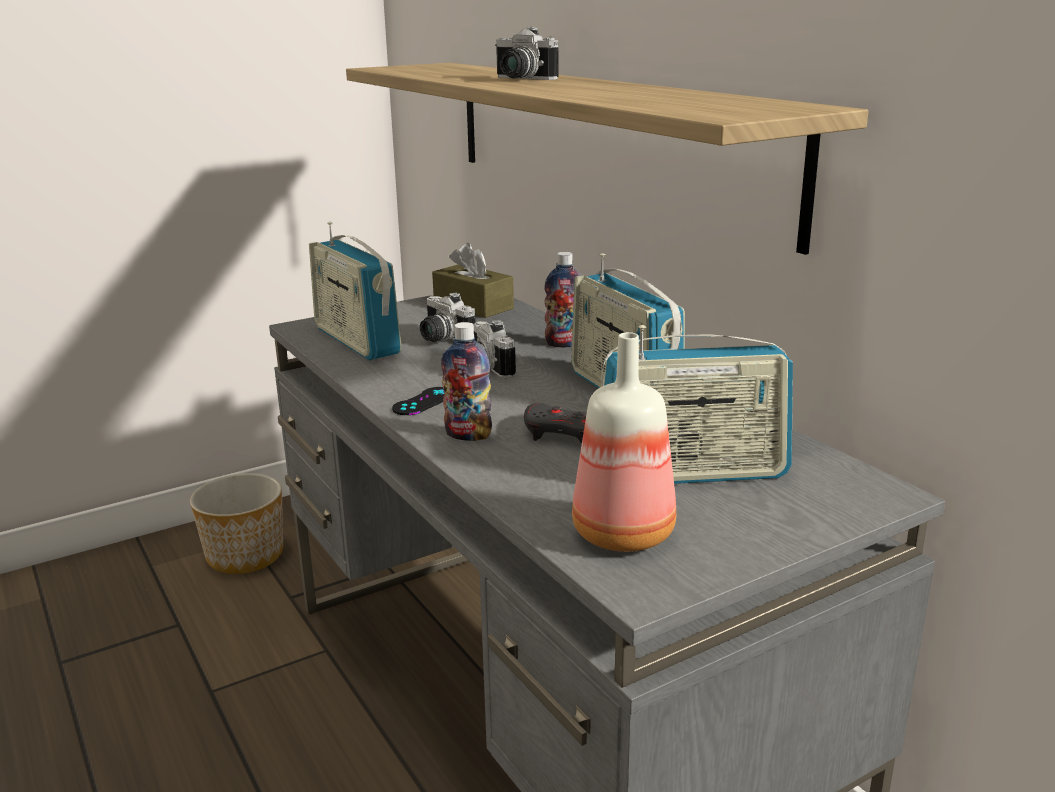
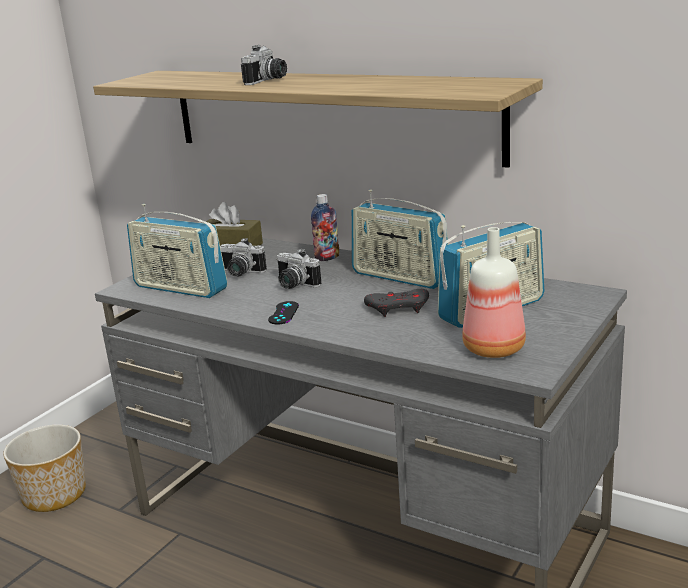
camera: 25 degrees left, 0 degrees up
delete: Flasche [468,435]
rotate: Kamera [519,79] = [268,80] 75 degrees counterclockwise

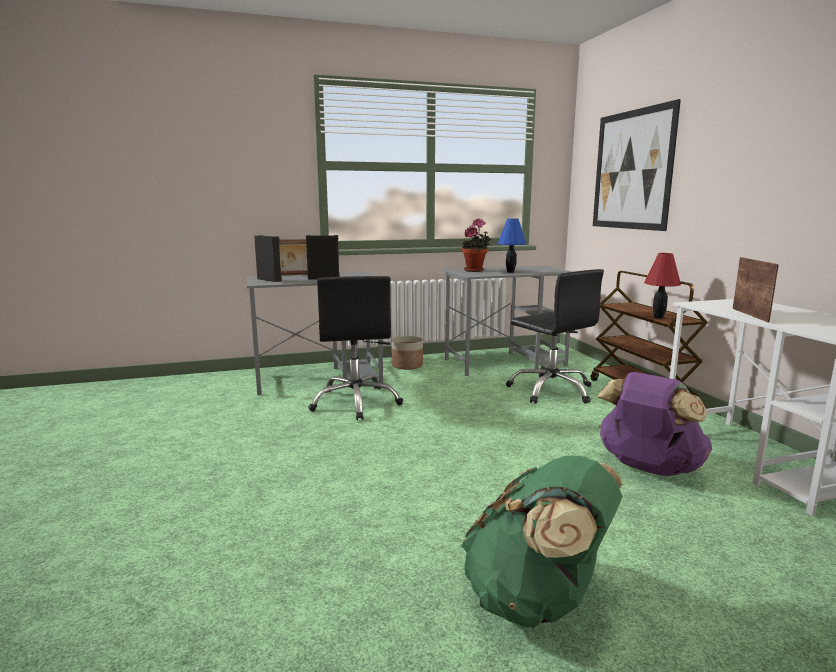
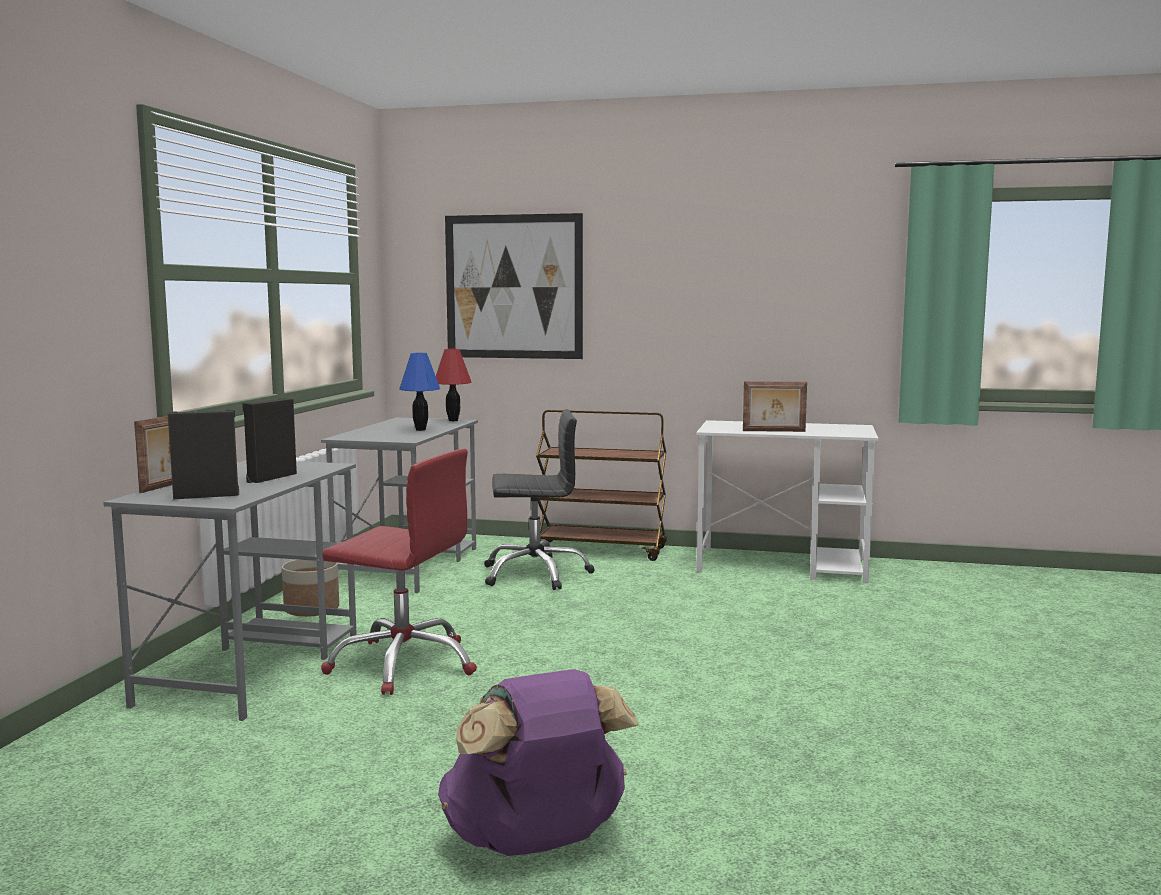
camera: 60 degrees left, 5 degrees down
delete: Topfpflanze [475,270]; Rucksack [grün] [537,600]
move: Tischlampe [rot] [658,317] to [453,420]; Rucksack [lila] [647,468] to [536,843]
recolor: Bürostuhl [schwarz] [356,402] to Bürostuhl [rot] [404,664]
rotate: Bilderrahmen [751,315] = [774,431] 150 degrees clockwise

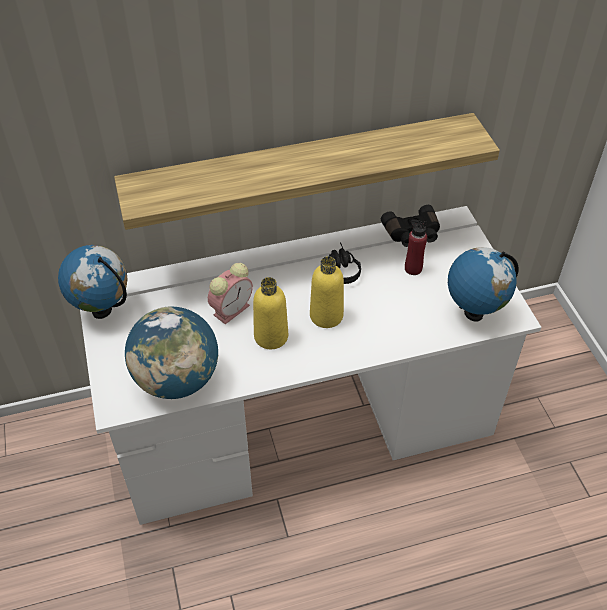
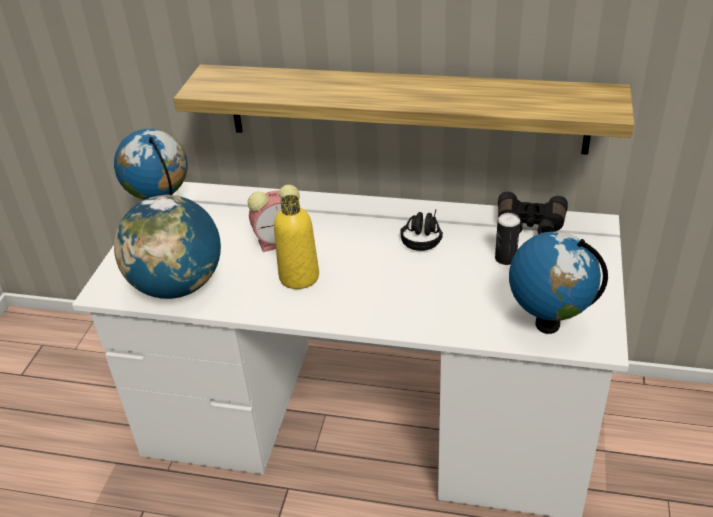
camera: 30 degrees right, 10 degrees down
delete: Flasche [gelb] [326,316]
replace: Flasche [rot] [413,268] to Dose [505,258]

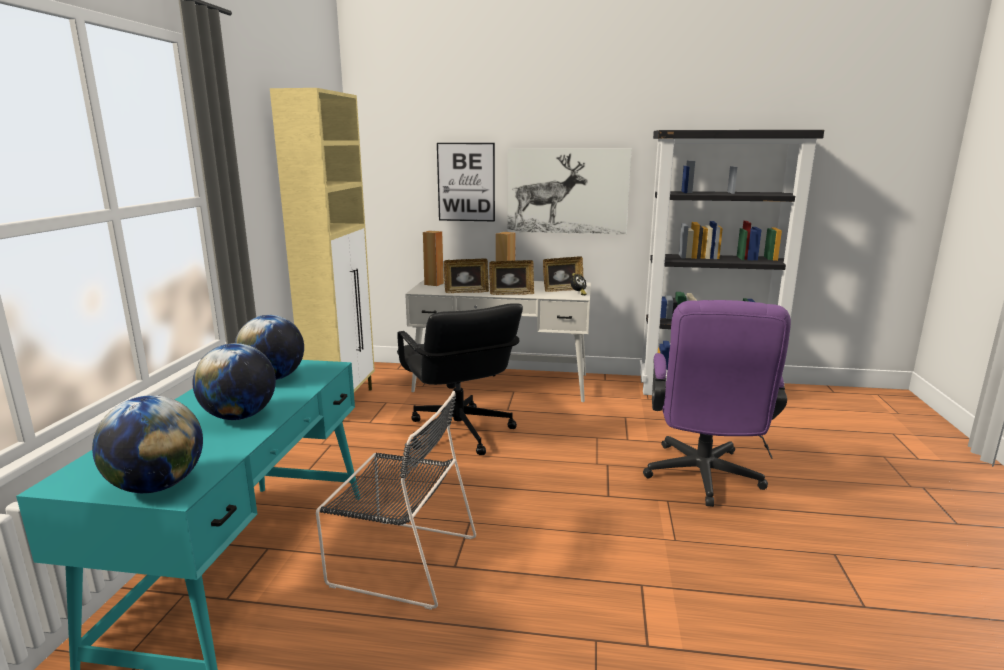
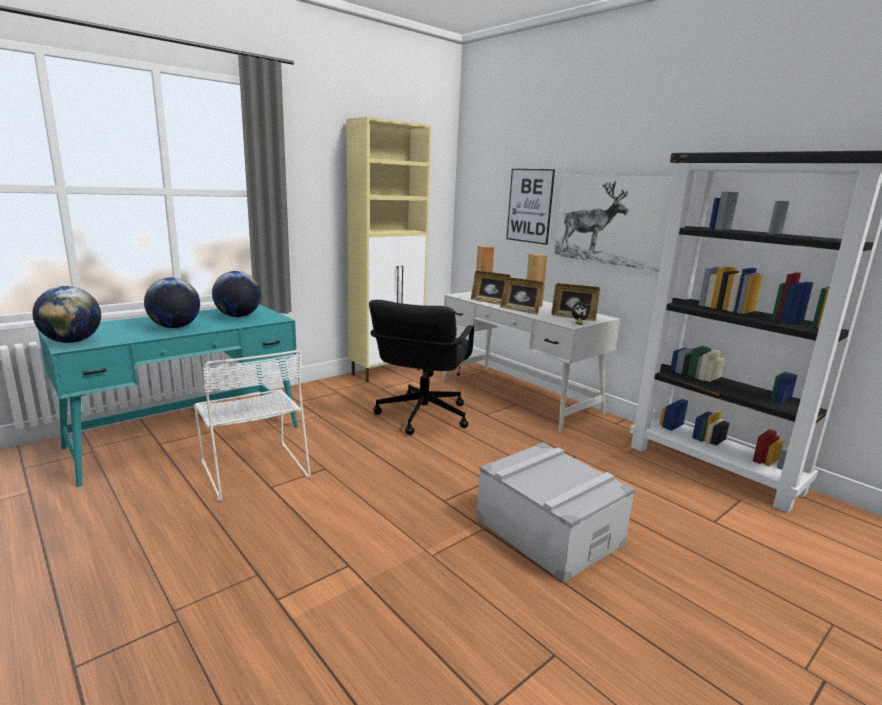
camera: 40 degrees right, 0 degrees up
replace: Bürostuhl [lila] [703,480] to Aufbewahrungsbox [grau] [548,531]
recolor: Stuhl [schwarz] [399,559] to Stuhl [weiß] [253,468]

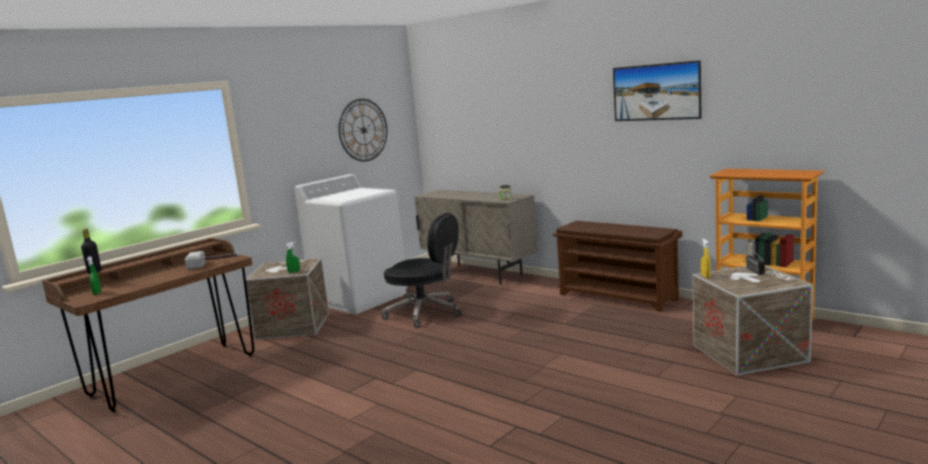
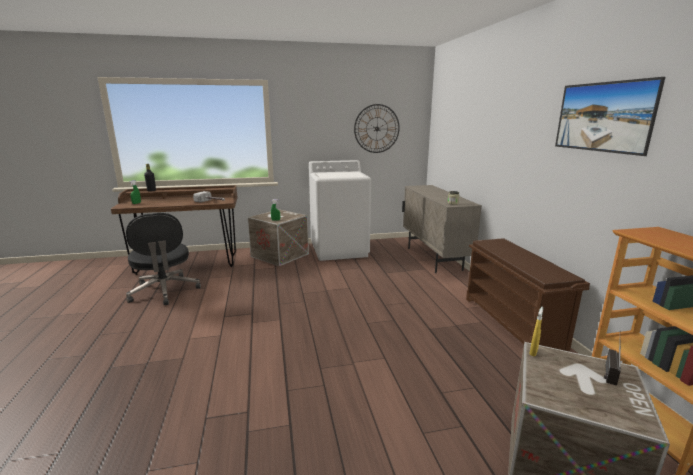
camera: 35 degrees right, 5 degrees up
move: Bürostuhl [schwarz] [425,313] to [164,291]

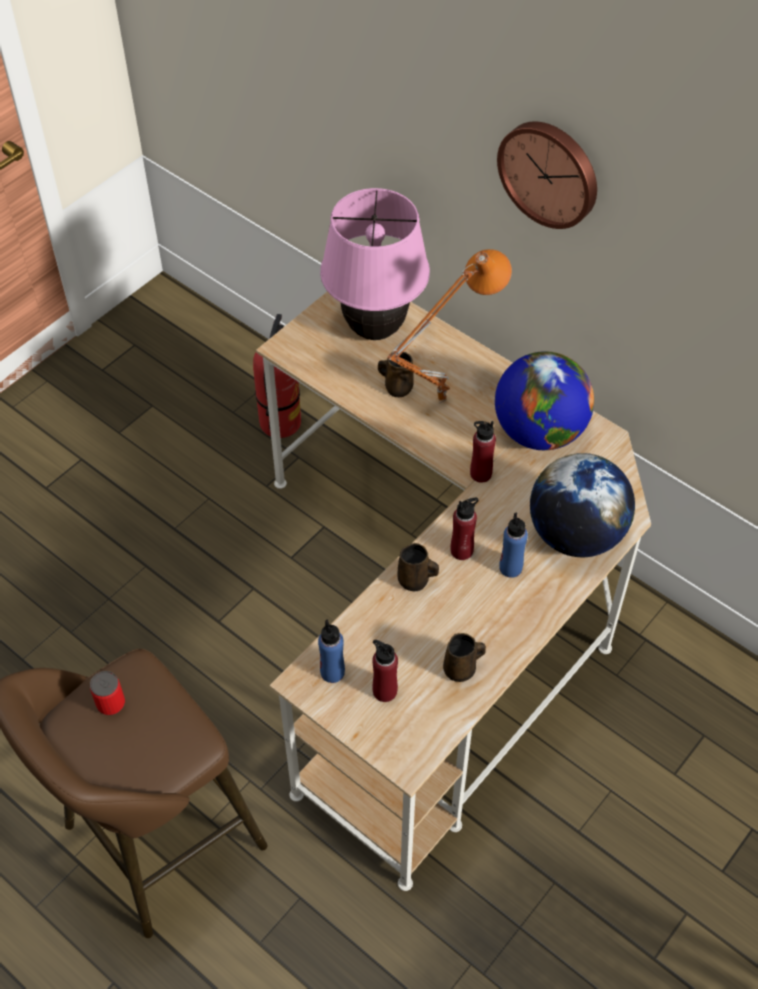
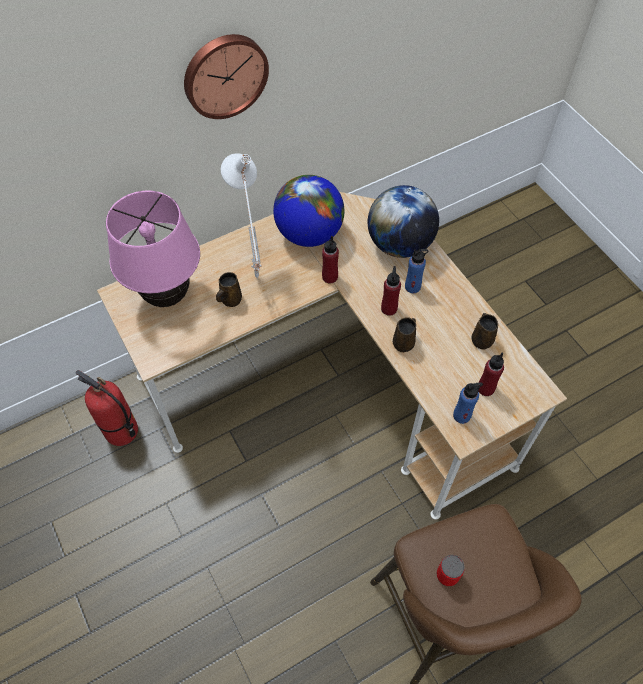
camera: 70 degrees left, 5 degrees up
recolor: Tischlampe [orange] [440,399] to Tischlampe [weiß] [254,278]

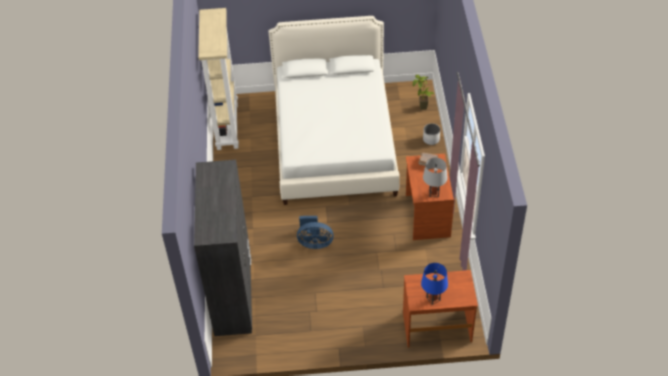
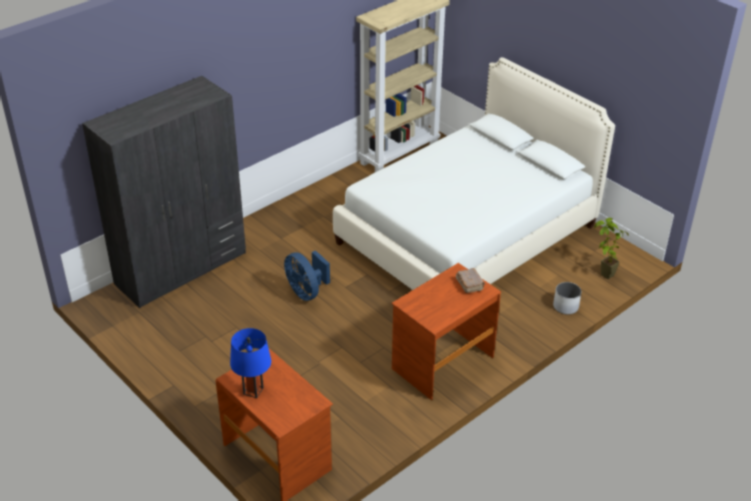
camera: 50 degrees right, 10 degrees down
delete: Tischlampe [grau] [434,193]

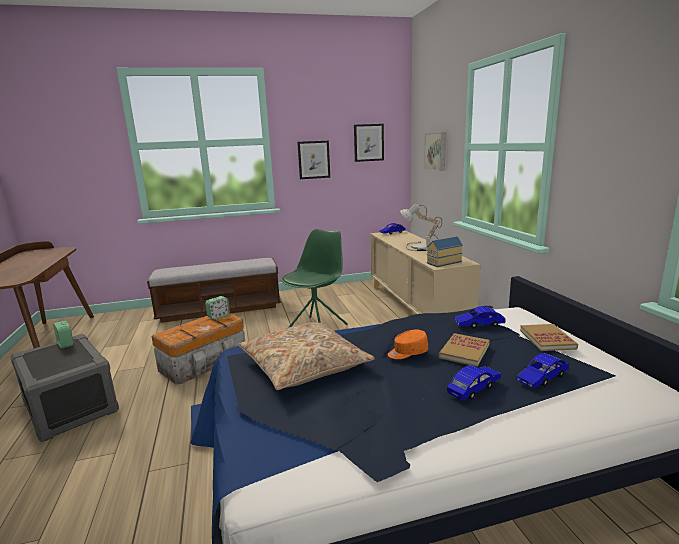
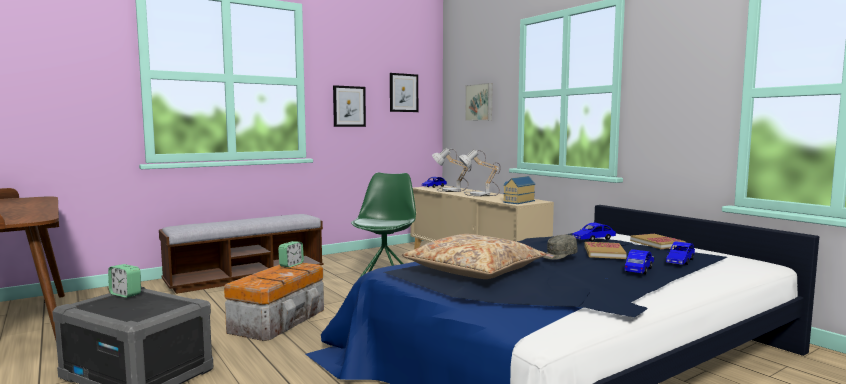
camera: 20 degrees left, 10 degrees down
insert: Tischlampe [449,190]
recolor: Kappe [orange] [407,352] to Kappe [grau] [559,256]

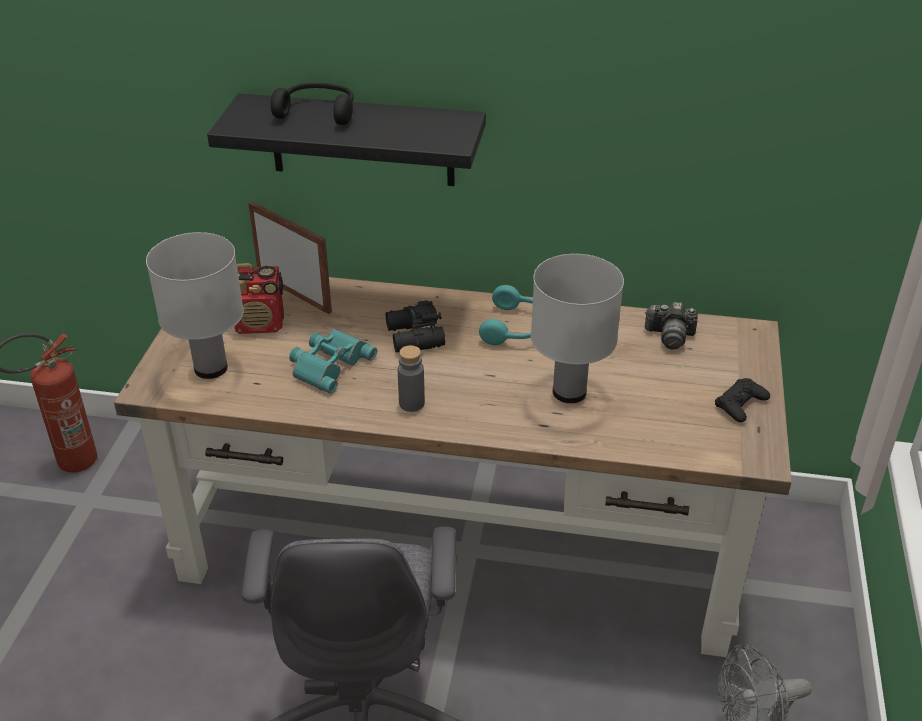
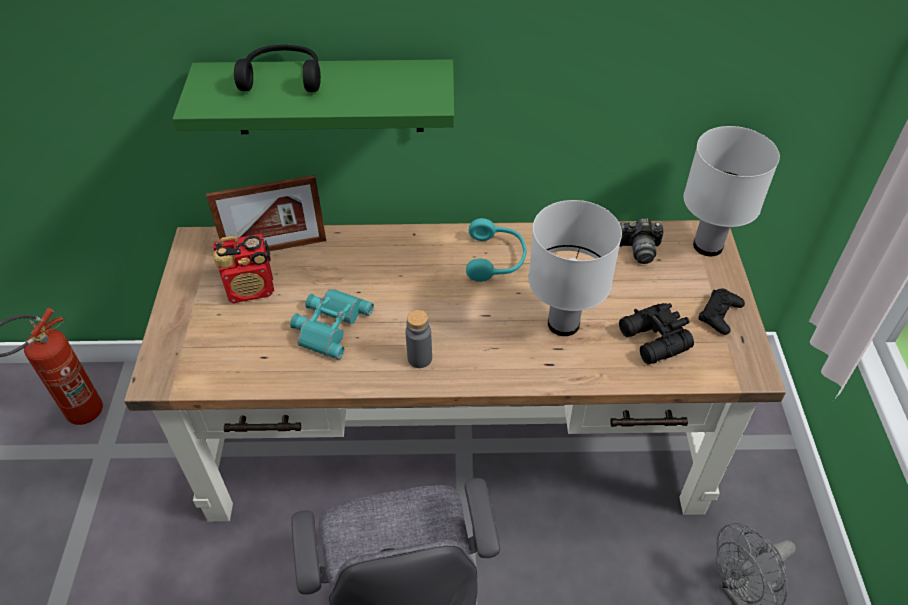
camera: 10 degrees left, 10 degrees up
move: Tischlampe [weiß] [210,368] to [707,245]; Fernglas [schwarz] [414,338] to [653,341]
recolor: Wandregal [schwarz] [362,140] to Wandregal [grün] [327,97]
rotate: Bilderrahmen [294,293] = [276,248] 135 degrees clockwise

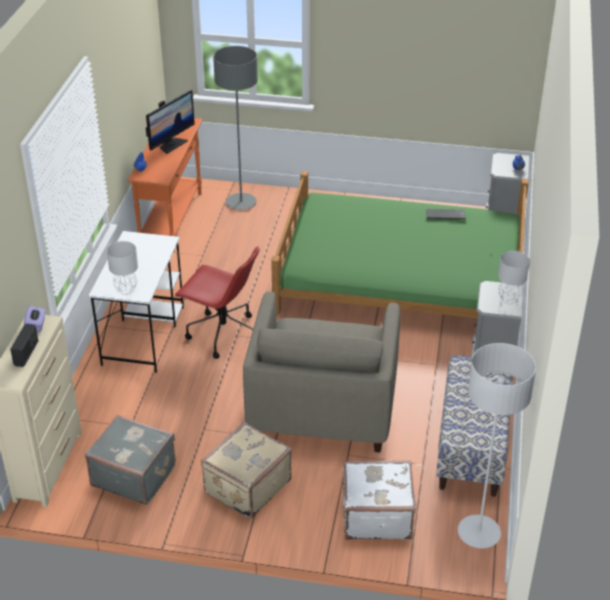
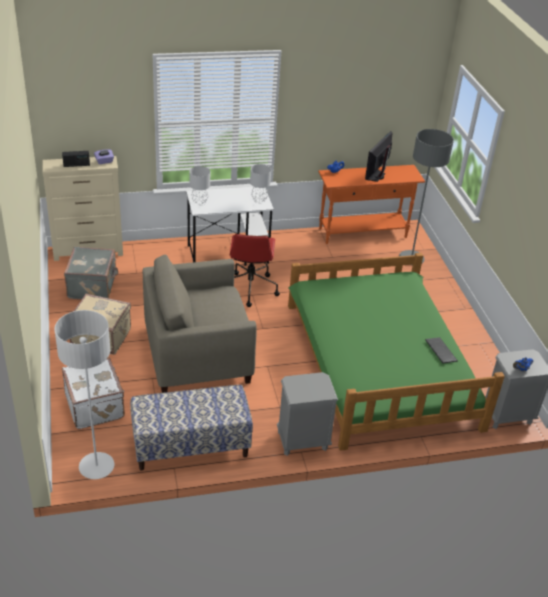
camera: 65 degrees right, 0 degrees up
move: Tischlampe [grau] [508,299] to [259,200]
rotate: Monitor [171,144] = [377,176] 105 degrees clockwise

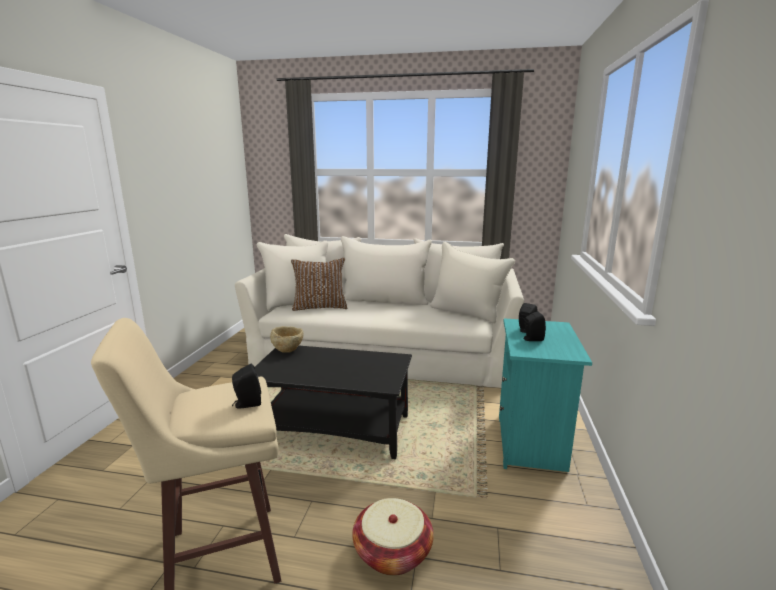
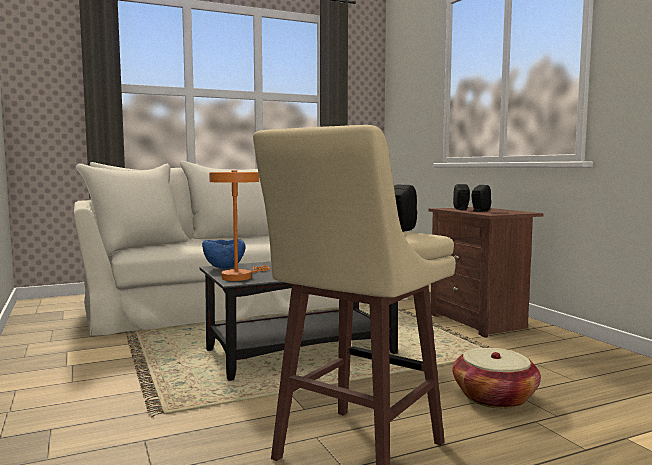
camera: 35 degrees left, 10 degrees down
delete: Kissen [braun] [320,307]
insert: Tischlampe [orange] [239,276]
recolor: Nachttisch [türkis] [531,444] to Nachttisch [braun] [480,322]; Schüssel [beige] [288,350] to Schüssel [blau] [224,267]

